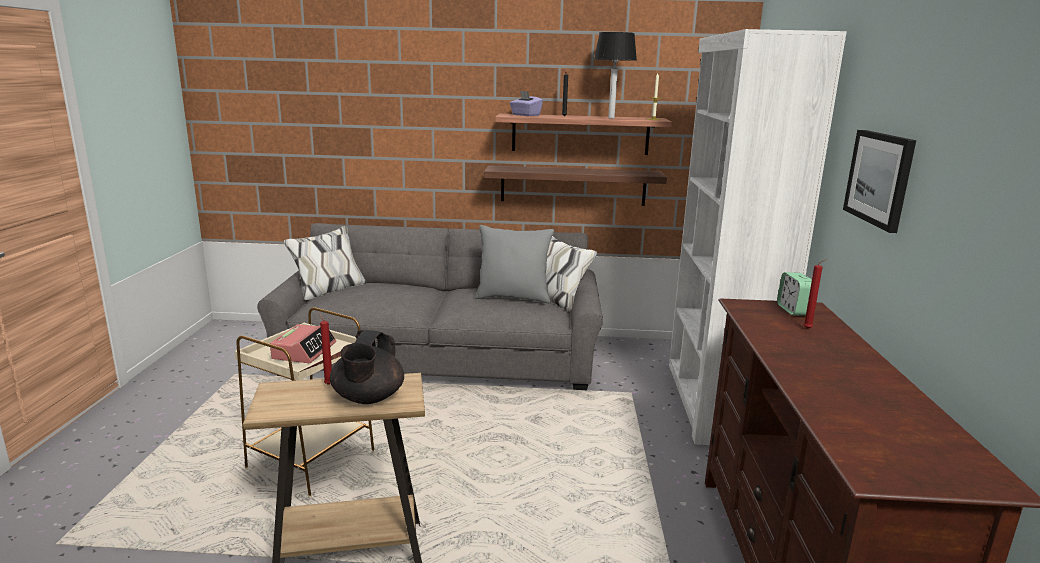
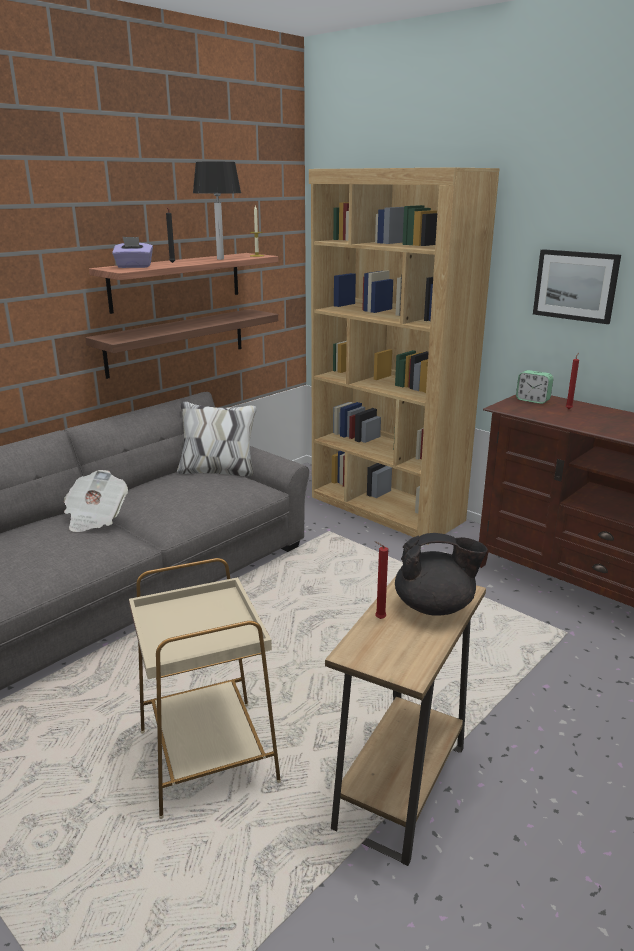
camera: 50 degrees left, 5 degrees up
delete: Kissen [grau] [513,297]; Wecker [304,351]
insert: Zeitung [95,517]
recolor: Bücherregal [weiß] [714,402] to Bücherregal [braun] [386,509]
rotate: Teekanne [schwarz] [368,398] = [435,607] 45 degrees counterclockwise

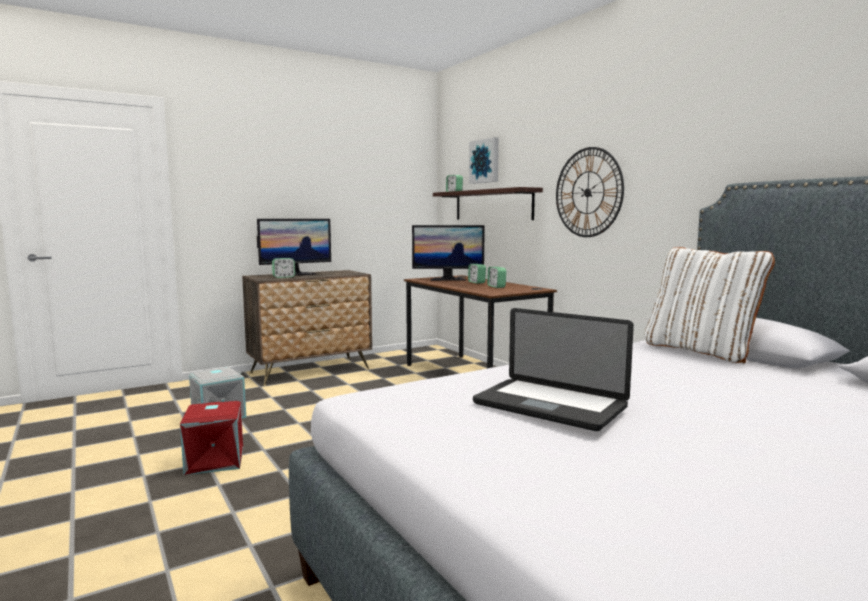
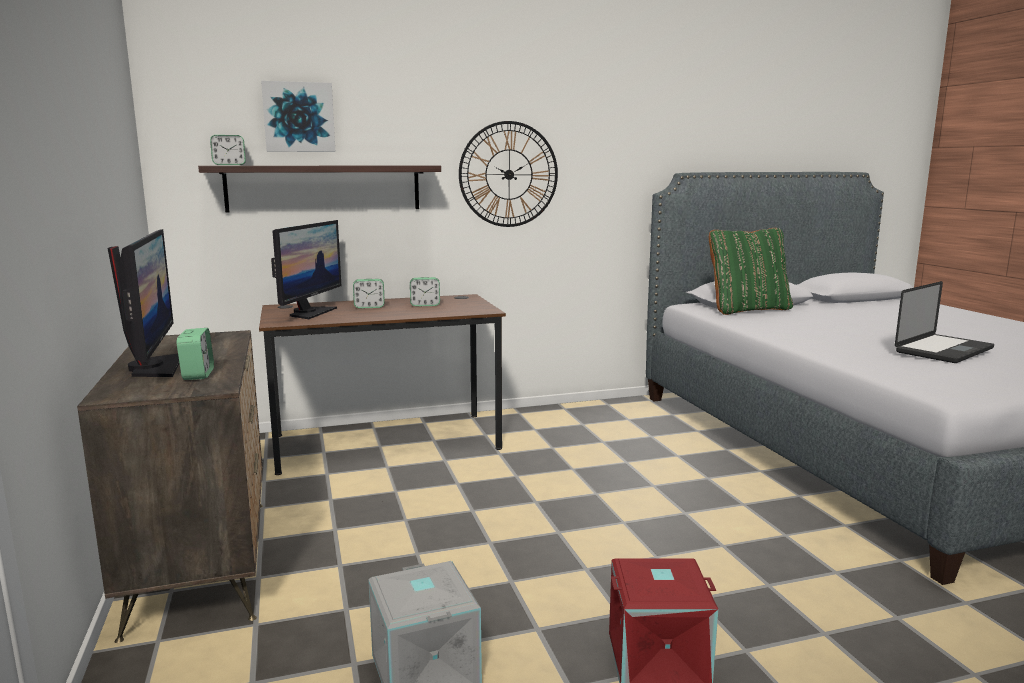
camera: 75 degrees left, 5 degrees up
recolor: Kissen [weiß] [701,351] to Kissen [grün] [748,310]

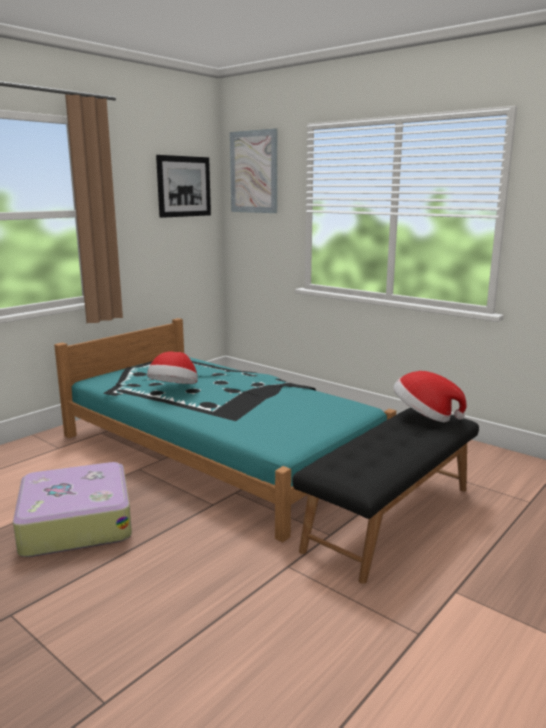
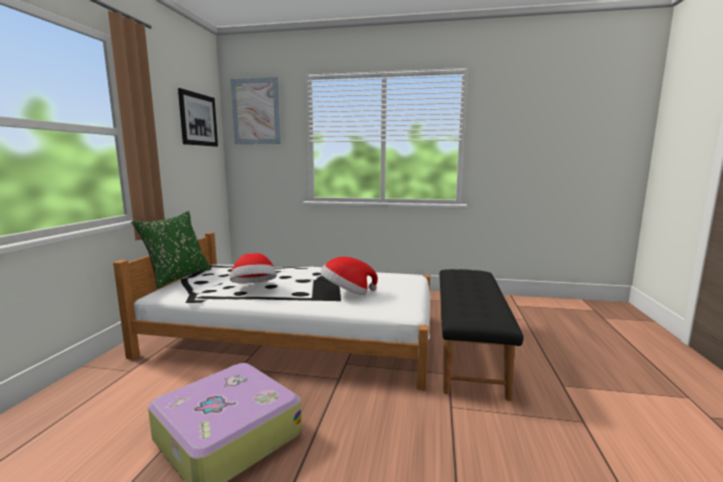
camera: 30 degrees left, 5 degrees down
insert: Kissen [grün] [177,277]
move: Hut [424,416] to [347,293]
recolor: Bett [türkis] [219,450] to Bett [weiß] [294,335]

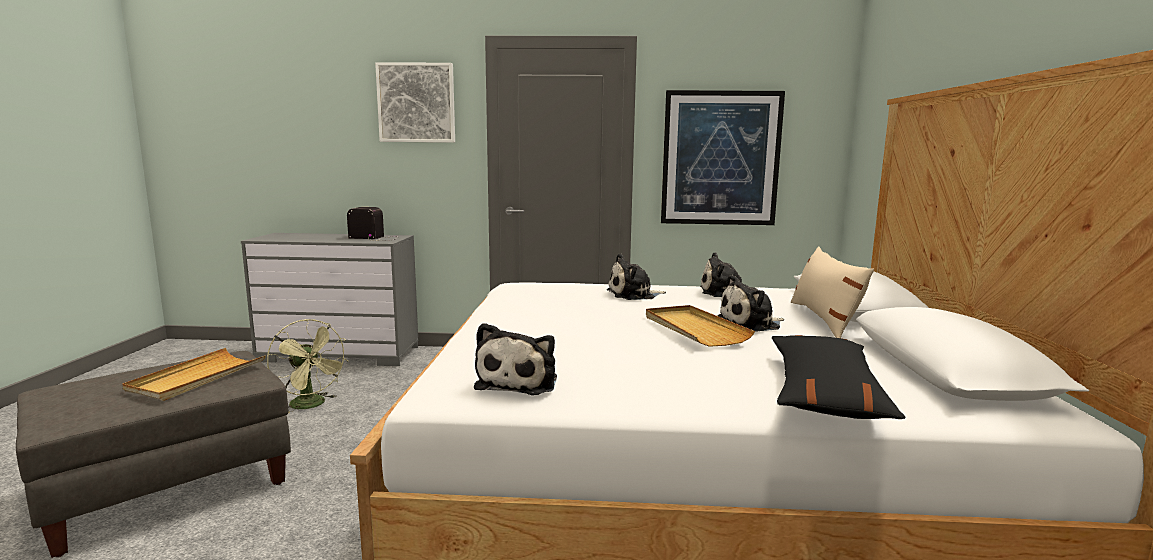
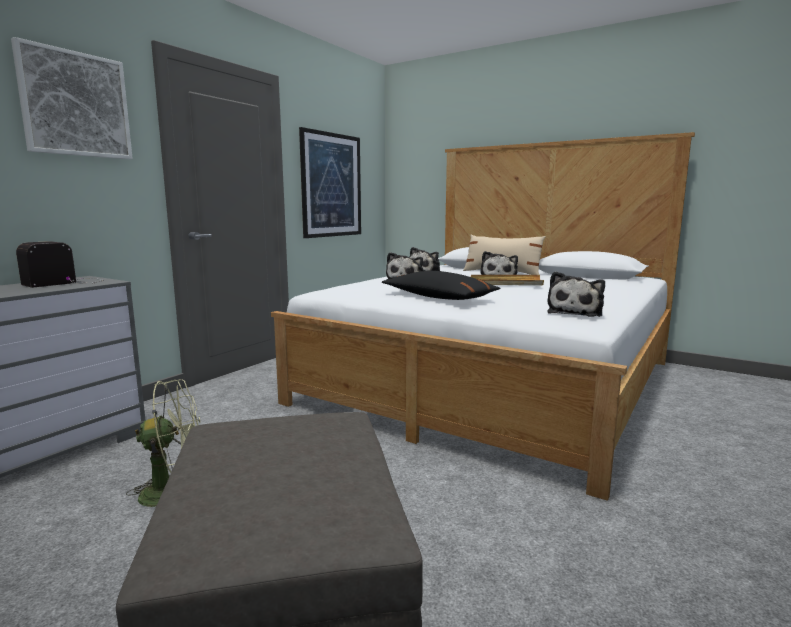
camera: 60 degrees left, 0 degrees up
delete: Tablett [beige] [197,377]
move: Kissen [schwarz] [824,393] to [438,298]
rotate: Plüschtier [519,382] = [575,312] 75 degrees clockwise

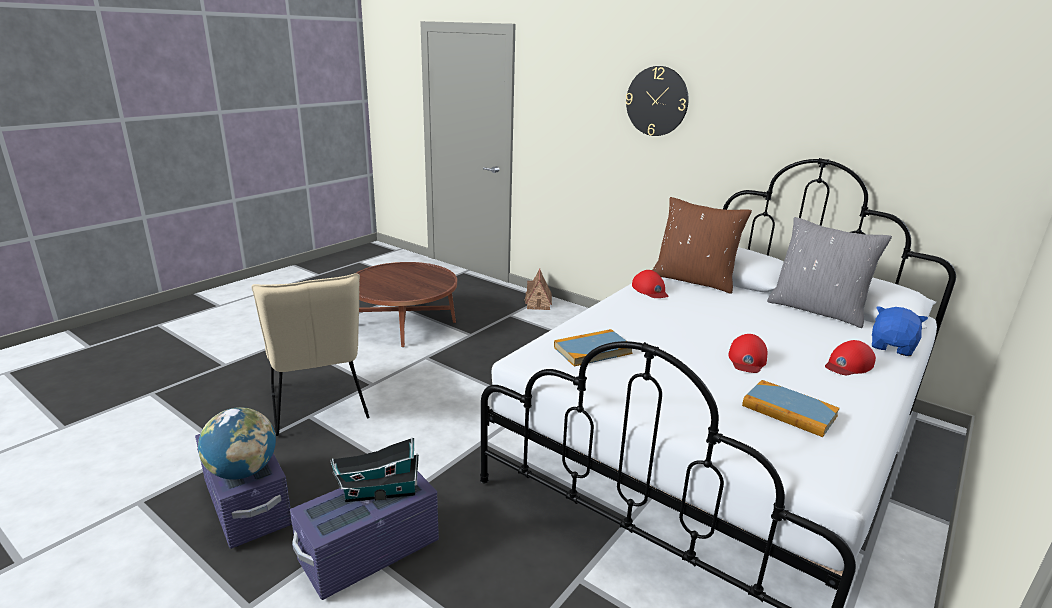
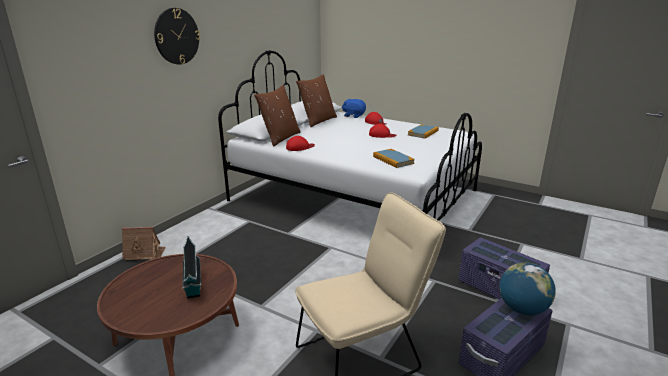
camera: 95 degrees left, 0 degrees up
move: Spielzeughaus [378,492] to [193,284]
recolor: Kissen [grau] [817,310] to Kissen [braun] [317,121]

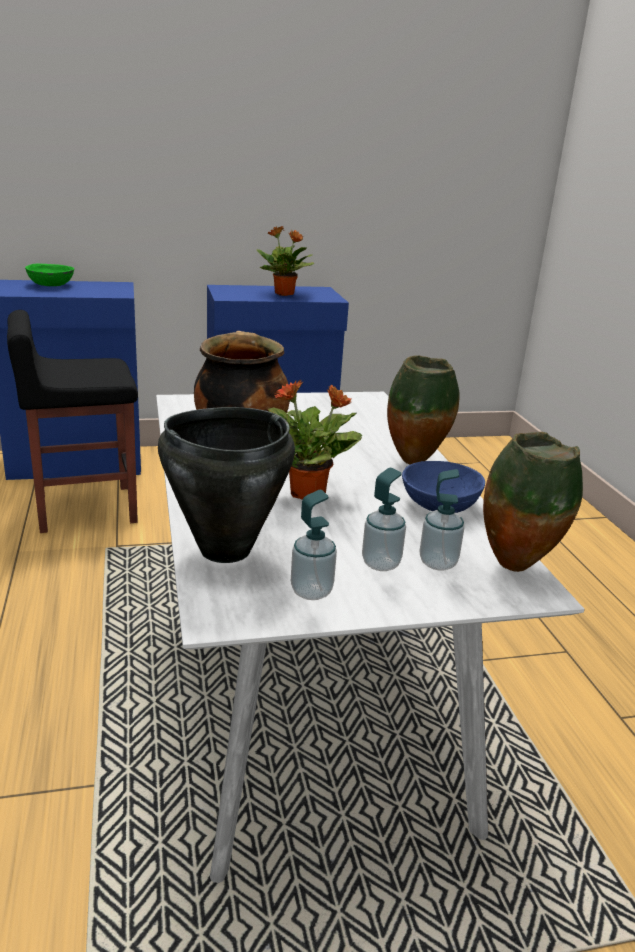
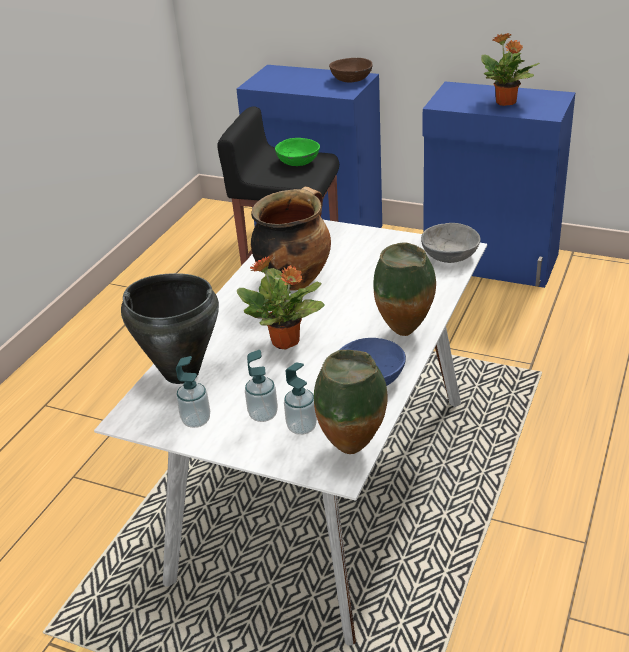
camera: 40 degrees right, 10 degrees up
insert: Schüssel [braun] [351,80]; Schüssel [grau] [449,256]
move: Schüssel [grün] [50,285] to [297,162]

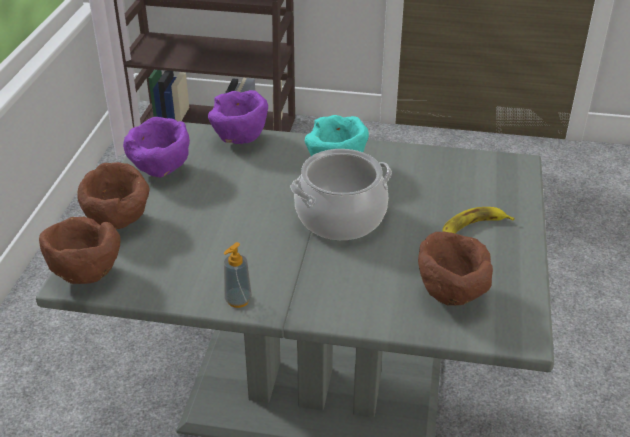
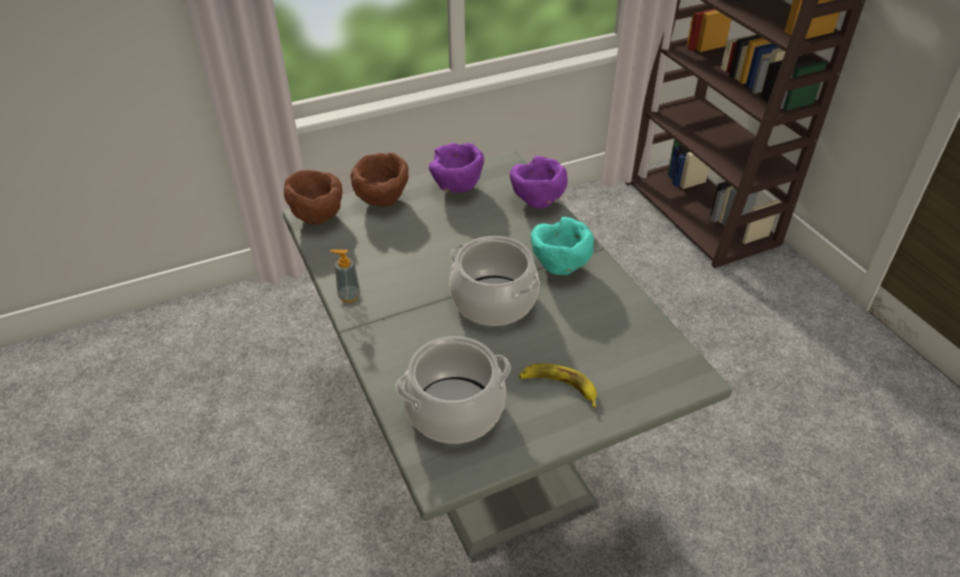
camera: 55 degrees right, 5 degrees up
replace: Schüssel [braun] [451,294] to Kochtopf [454,409]

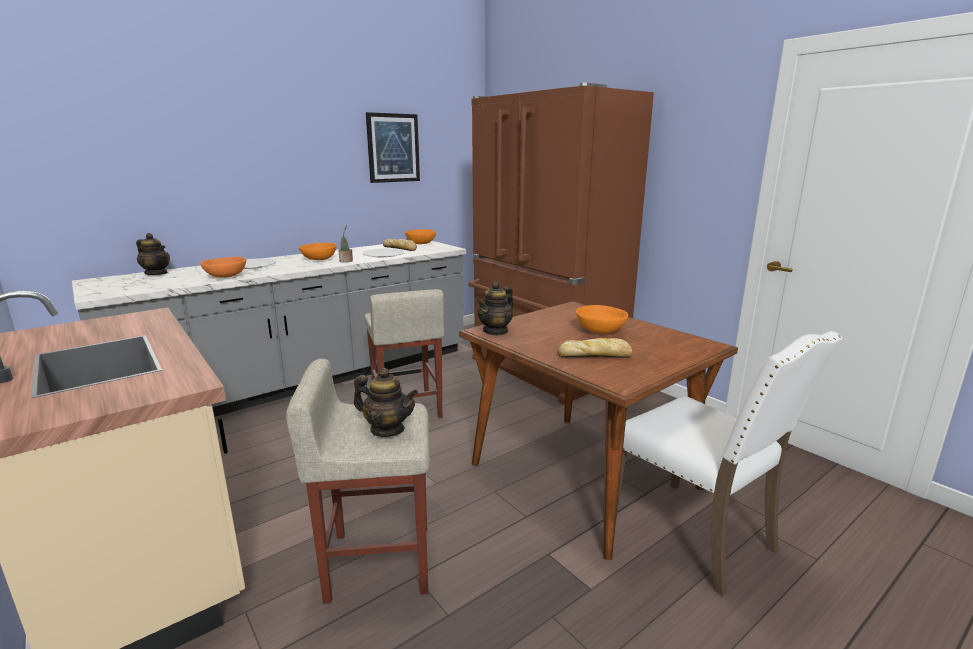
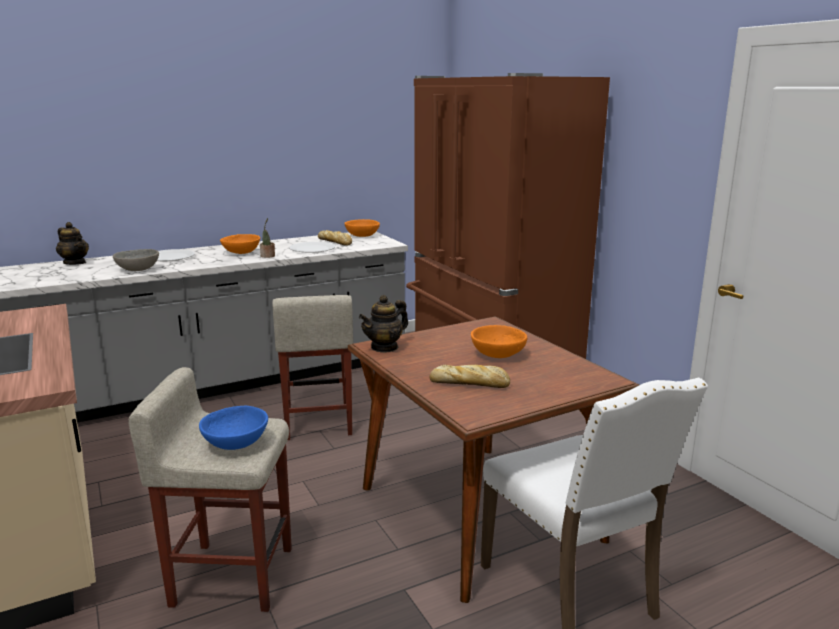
camera: 10 degrees right, 0 degrees up
delete: Bild [393,148]
replace: Teekanne [387,429] to Schüssel [blau] [235,443]
recolor: Schüssel [orange] [225,276] to Schüssel [grau] [138,269]

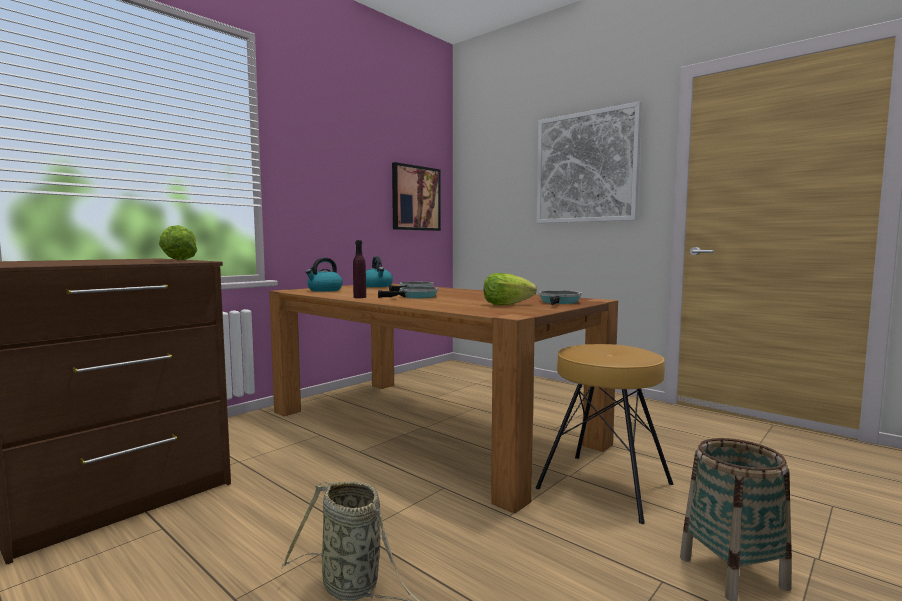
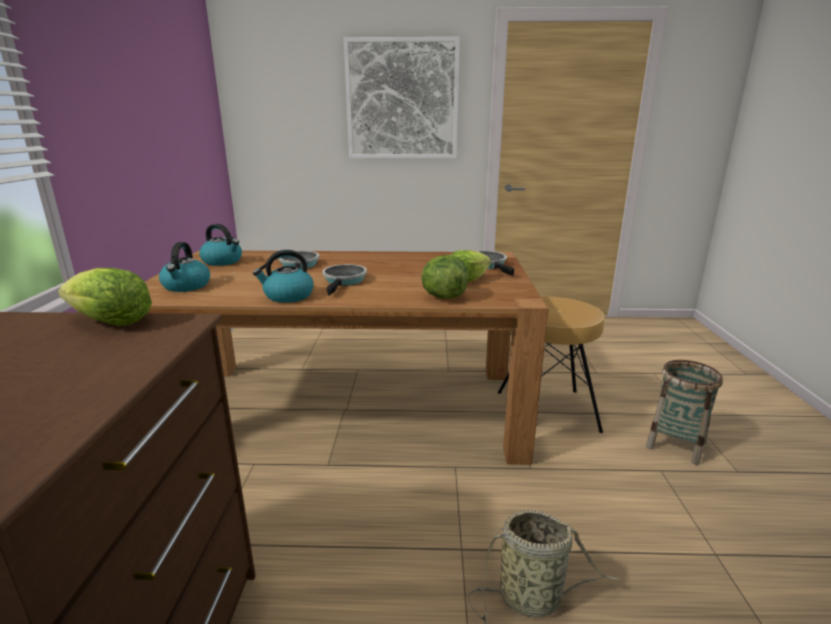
camera: 40 degrees left, 15 degrees up
delete: Bild [415,198]
insert: Salatkopf [443,296]
replace: Flasche [lila] [359,297] to Wasserkessel [288,296]

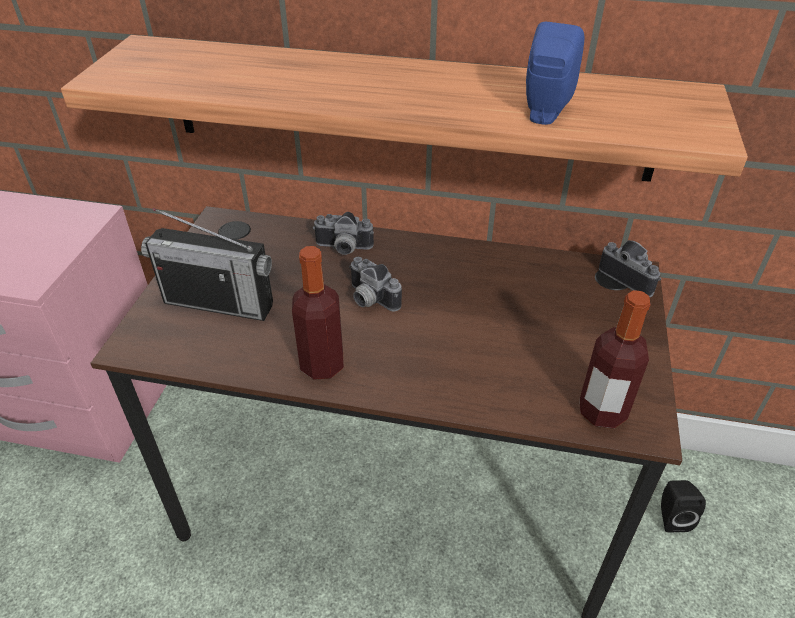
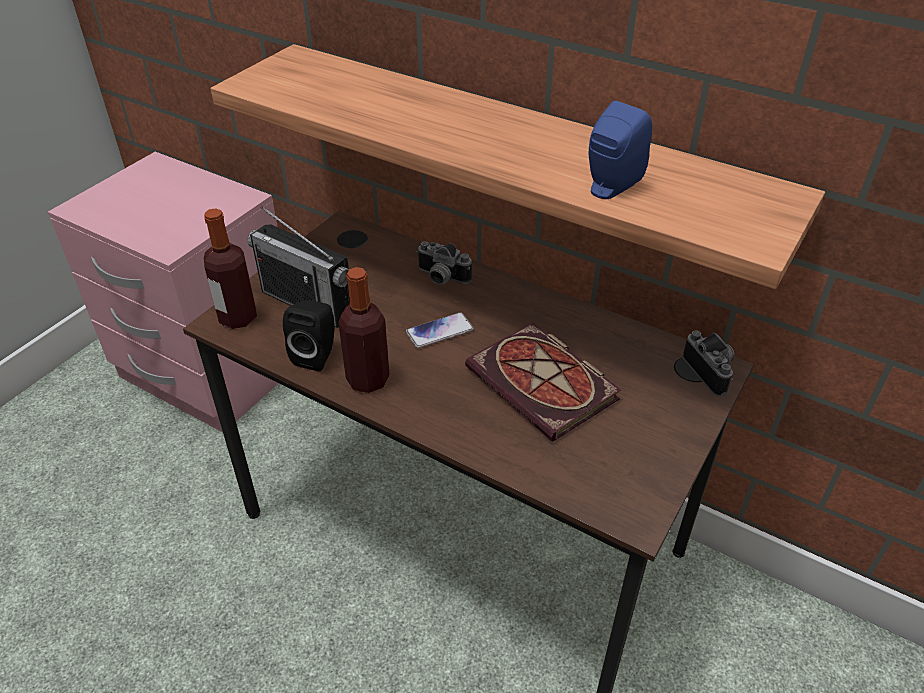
camera: 20 degrees right, 0 degrees up
insert: Buch [546,385]
move: Flasche [602,411] to [238,317]; Lautsprecher [schwarz] [671,517] to [317,355]
replace: Kamera [369,300] to Handy [439,331]

